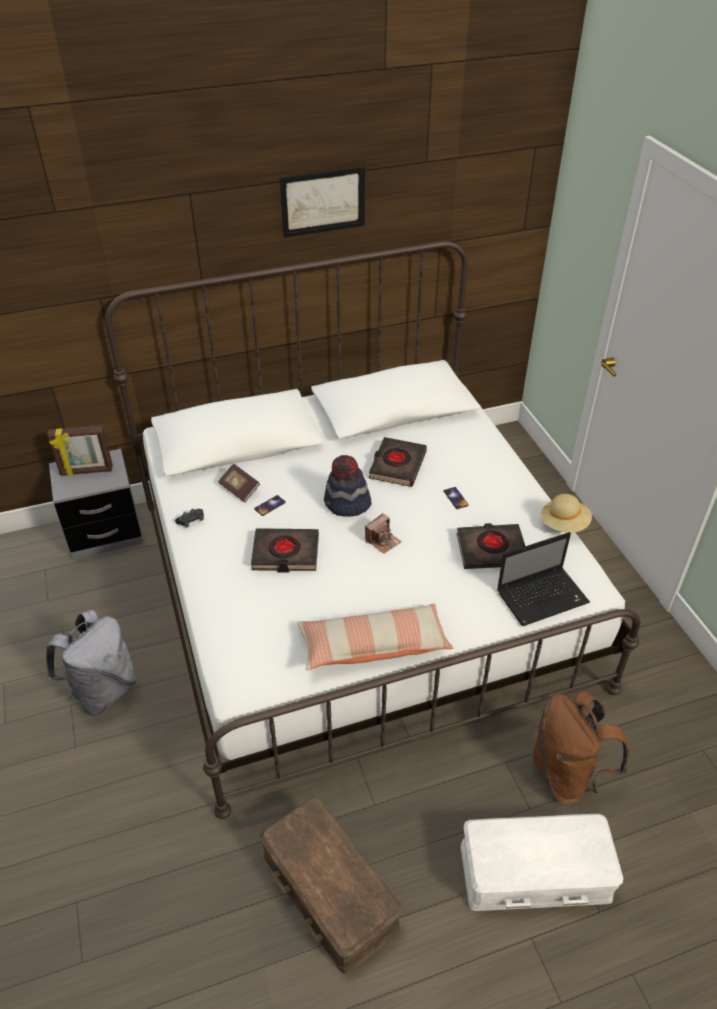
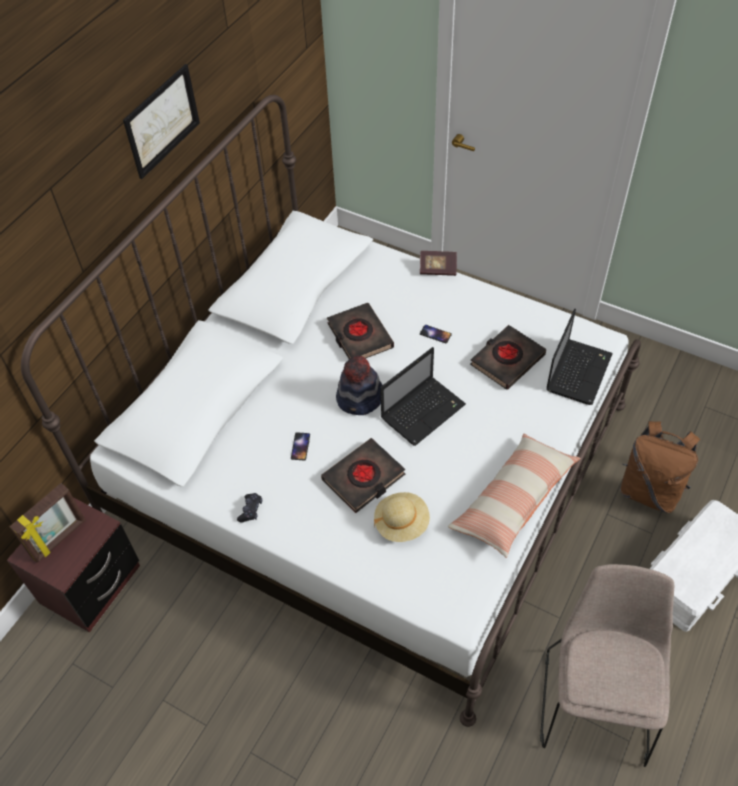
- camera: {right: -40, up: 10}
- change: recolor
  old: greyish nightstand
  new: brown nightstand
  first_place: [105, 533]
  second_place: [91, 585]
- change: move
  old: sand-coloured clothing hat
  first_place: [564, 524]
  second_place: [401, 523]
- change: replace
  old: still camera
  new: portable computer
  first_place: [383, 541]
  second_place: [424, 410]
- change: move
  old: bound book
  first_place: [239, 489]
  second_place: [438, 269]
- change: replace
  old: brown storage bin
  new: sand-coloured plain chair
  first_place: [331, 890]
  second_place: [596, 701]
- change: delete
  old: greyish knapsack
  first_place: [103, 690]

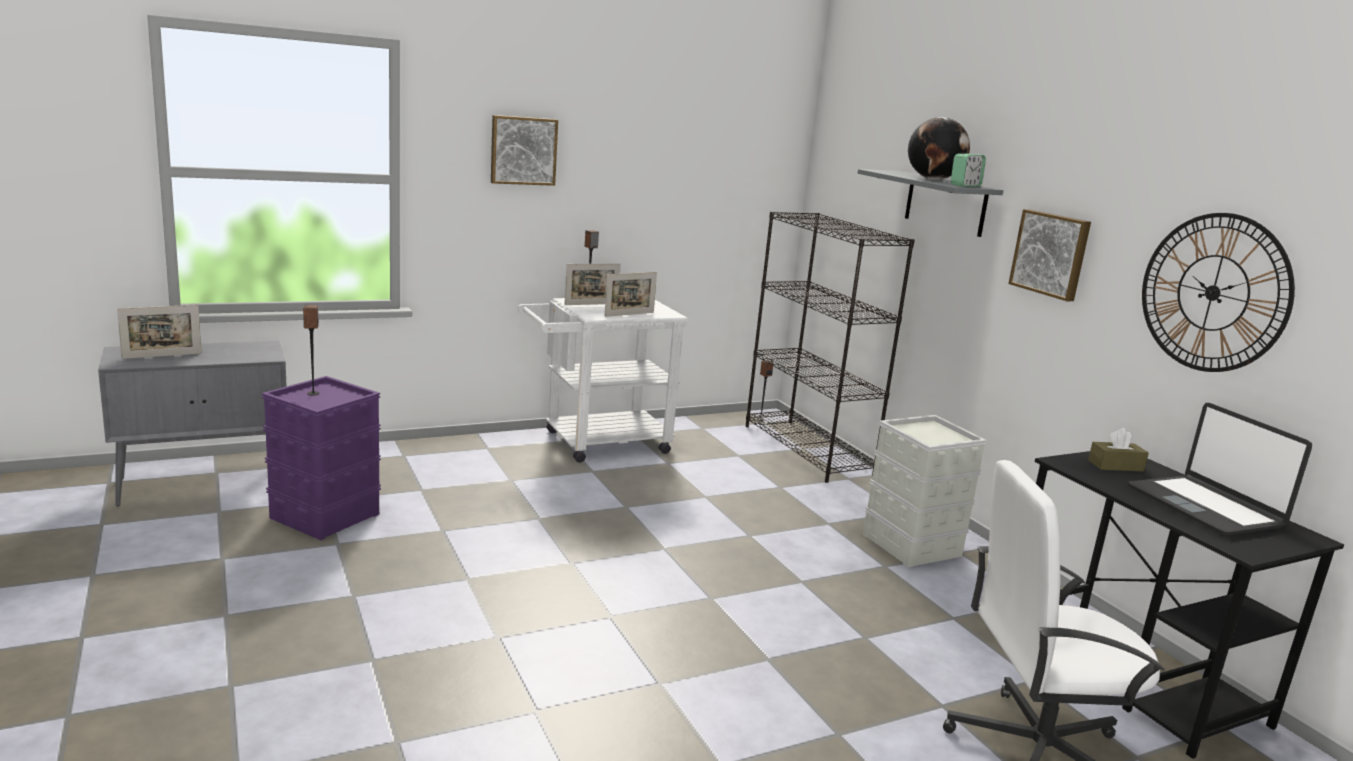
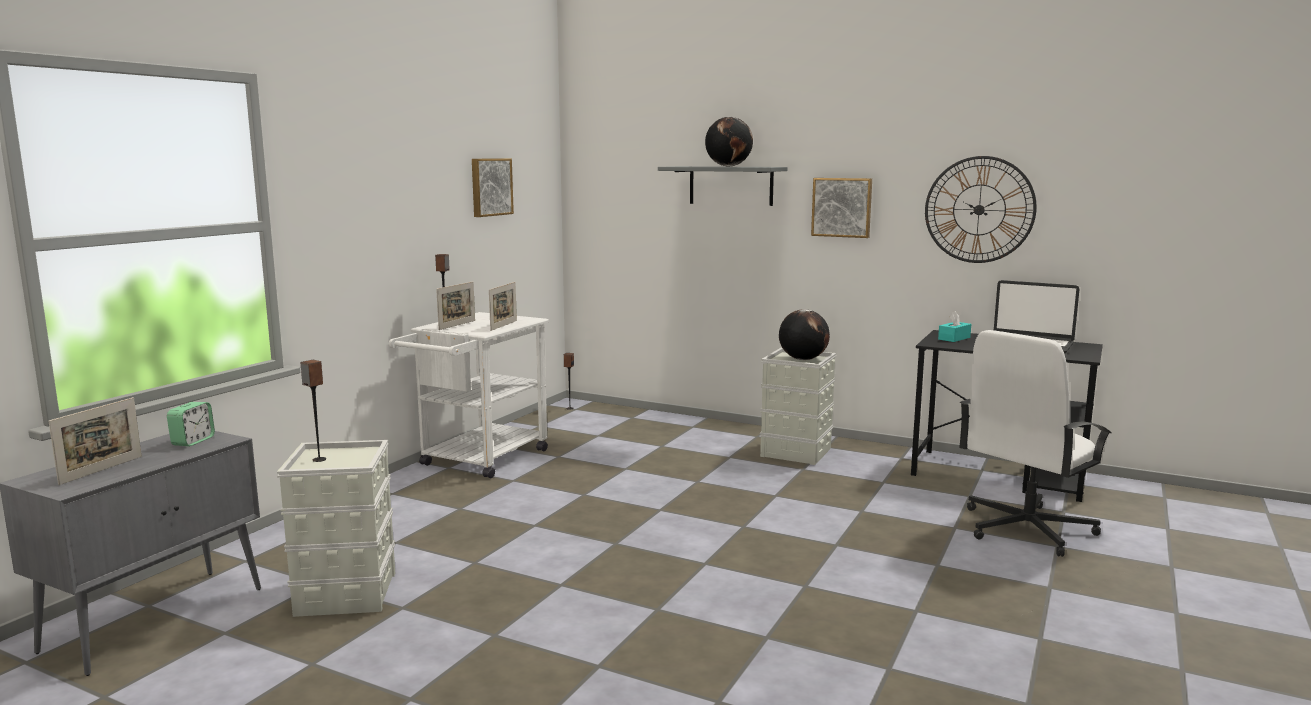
- camera: {right: -35, up: -5}
- change: move
  old: alarm clock
  first_place: [965, 185]
  second_place: [193, 441]
- change: recolor
  old: purple-coloured storage bin
  new: greyish storage bin
  first_place: [325, 515]
  second_place: [345, 593]
- change: move
  old: wall art
  first_place: [523, 150]
  second_place: [490, 187]
- change: insert
  new: desk globe
  second_place: [802, 359]
- change: recolor
  old: brown tissue holder
  new: turquoise-coloured tissue holder
  first_place: [1115, 465]
  second_place: [954, 338]
- change: delete
  old: black-coloured bookcase
  first_place: [808, 450]

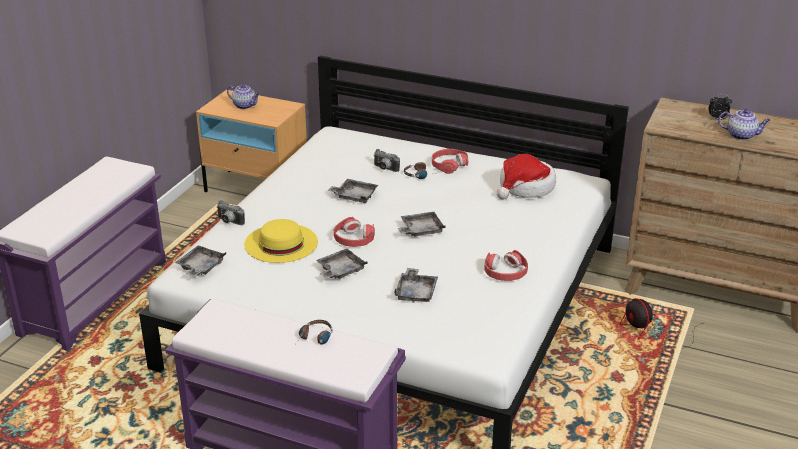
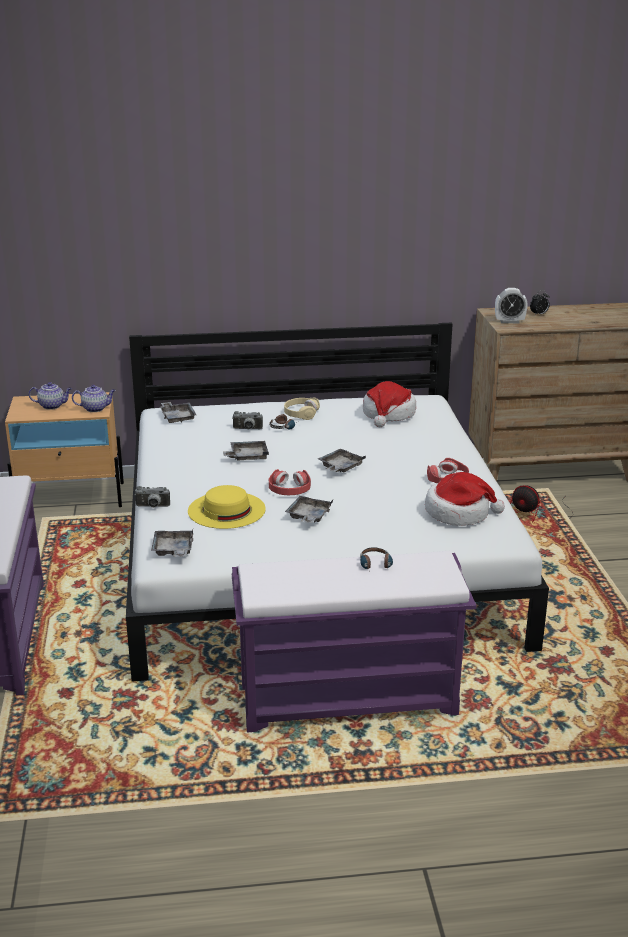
- camera: {right: -30, up: -5}
- change: move
  old: pot for tea
  first_place: [742, 135]
  second_place: [95, 408]
- change: move
  old: greyish carrying tray
  first_place: [416, 292]
  second_place: [177, 417]
- change: recolor
  old: red-coloured headset
  new: sand-coloured headset
  first_place: [449, 165]
  second_place: [301, 413]
- change: insert
  new: clothing hat
  second_place: [459, 513]
- change: insert
  new: alarm clock
  second_place: [509, 321]

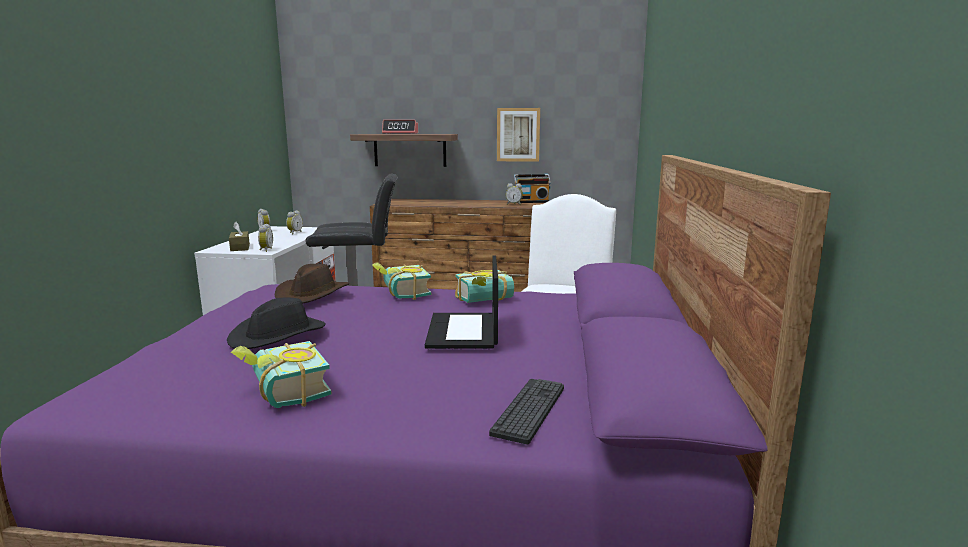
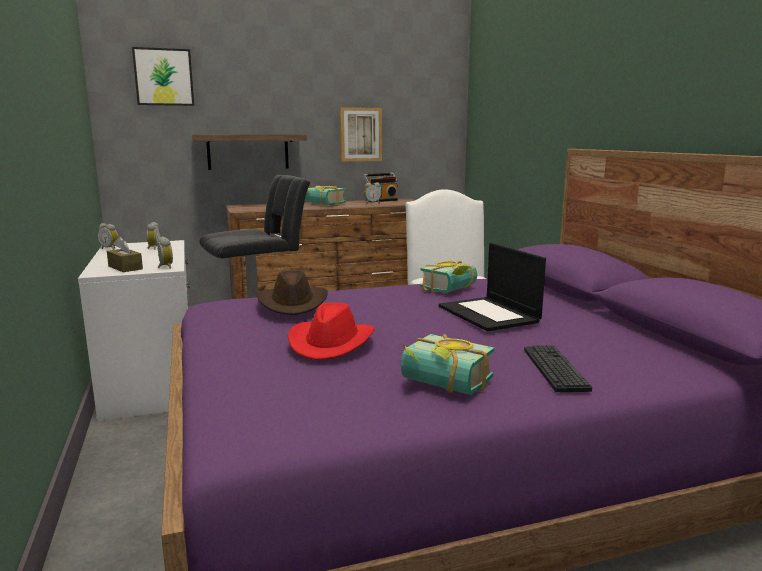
- camera: {right: -25, up: 0}
- change: insert
  new: wall art
  second_place: [164, 77]
- change: recolor
  old: black-coloured clothing hat
  new: red-coloured clothing hat
  first_place: [278, 335]
  second_place: [331, 343]
- change: move
  old: bound book
  first_place: [401, 294]
  second_place: [322, 205]
- change: move
  old: keyboard
  first_place: [529, 410]
  second_place: [555, 369]
- change: delete
  old: alarm clock
  first_place: [401, 133]

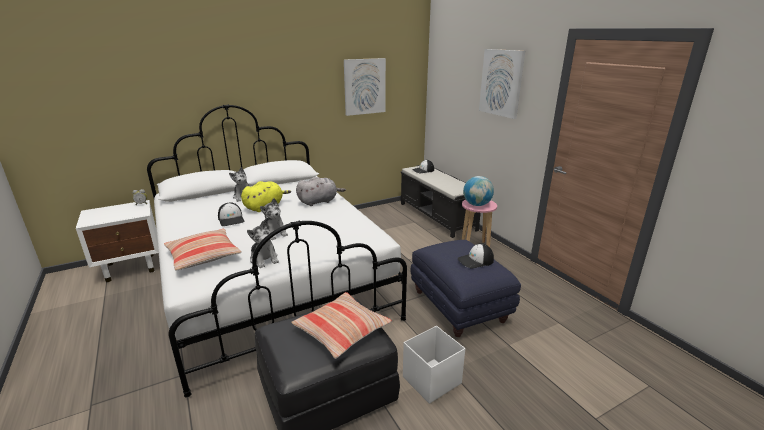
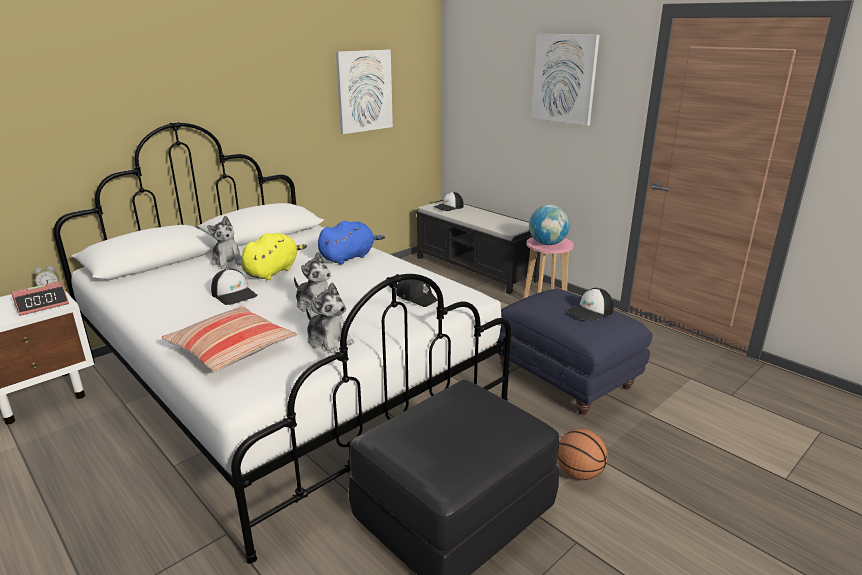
- camera: {right: -15, up: 0}
- change: insert
  new: alarm clock
  second_place: [42, 304]
- change: recolor
  old: greyish soft toy
  new: bluish soft toy
  first_place: [319, 201]
  second_place: [349, 257]
- change: insert
  new: black-coloured peaked cap
  second_place: [417, 297]
- change: replace
  old: white storage bin
  new: basketball
  first_place: [431, 380]
  second_place: [579, 473]
- change: delete
  old: cushion
  first_place: [342, 330]

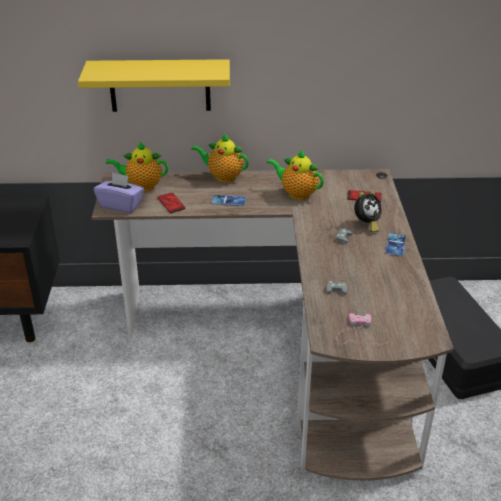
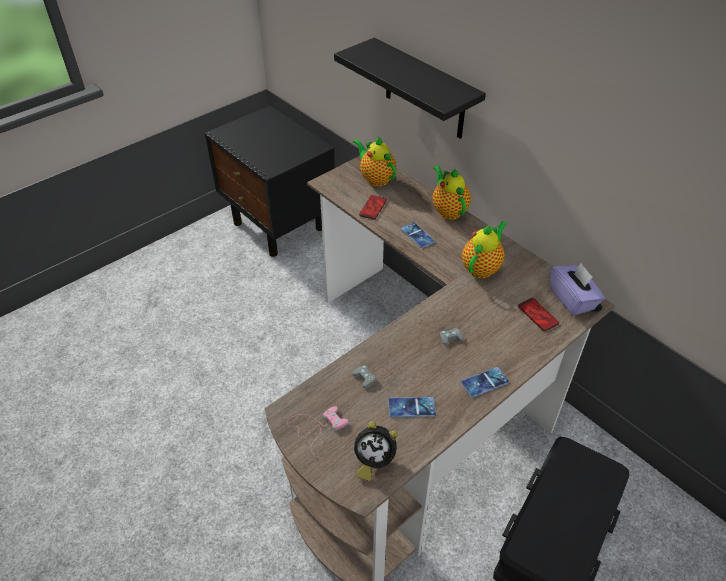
- camera: {right: 50, up: 10}
- change: recolor
  old: yellow-coloured bracket shelf
  new: black-coloured bracket shelf
  first_place: [160, 85]
  second_place: [424, 90]
- change: move
  old: alarm clock
  first_place: [366, 225]
  second_place: [373, 461]
- change: insert
  new: handset
  second_place: [411, 407]
- change: rotate
  old: pot for tea
  first_place: [296, 193]
  second_place: [482, 268]
  degrees: 45
- change: move
  old: purple-coloured tissue holder
  first_place: [121, 205]
  second_place: [572, 299]

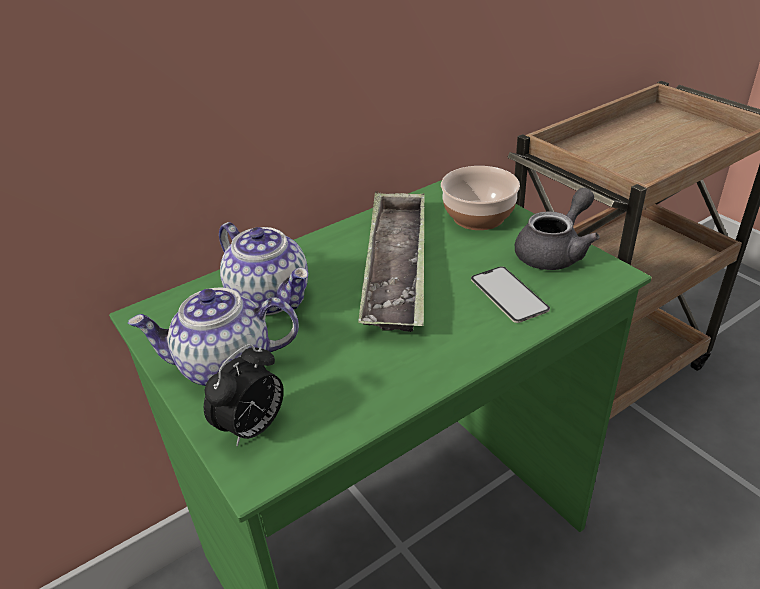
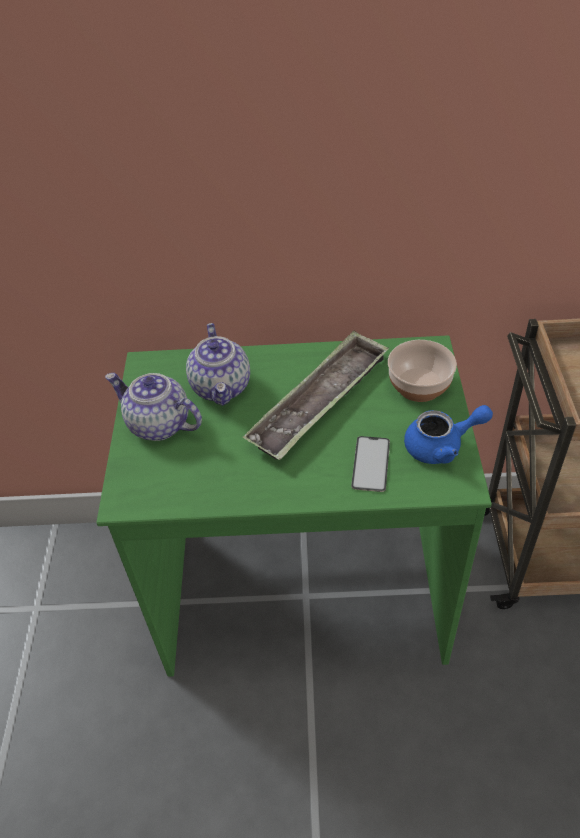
- camera: {right: 35, up: 10}
- change: recolor
  old: greyish pot for tea
  new: bluish pot for tea
  first_place: [555, 252]
  second_place: [441, 446]
- change: delete
  old: alarm clock
  first_place: [252, 428]

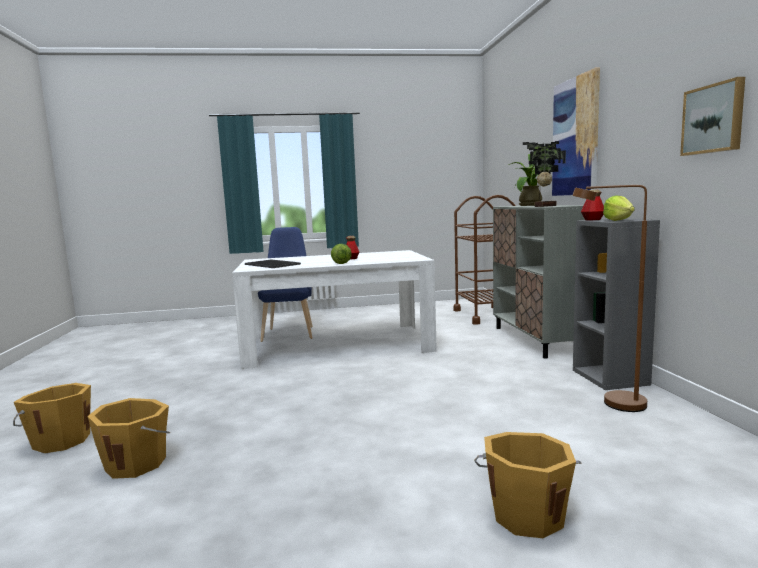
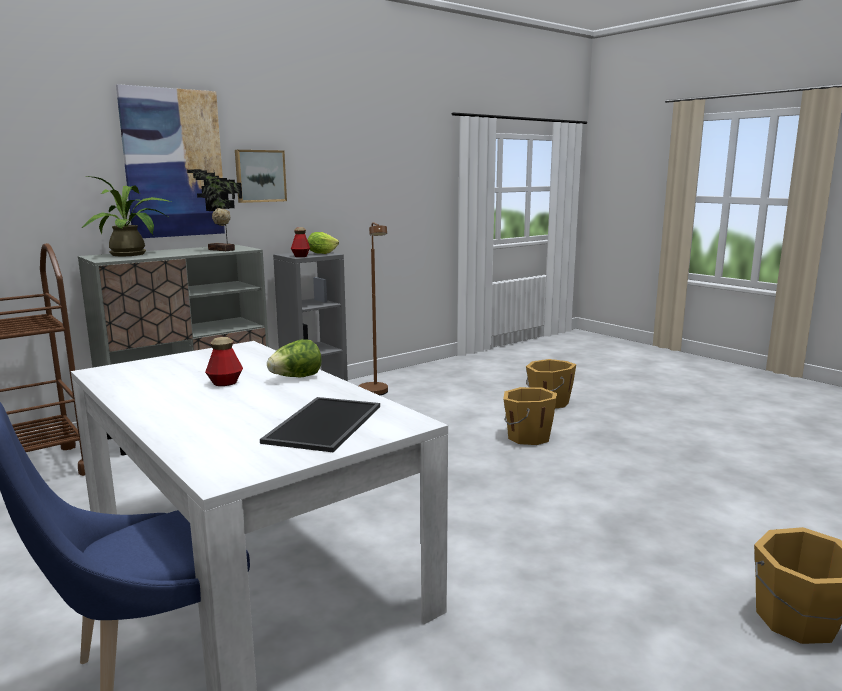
- camera: {right: -120, up: 5}
- change: move
  old: wall art
  first_place: [714, 119]
  second_place: [260, 176]
- change: move
  old: orange-coloured water bucket
  first_place: [137, 463]
  second_place: [527, 437]

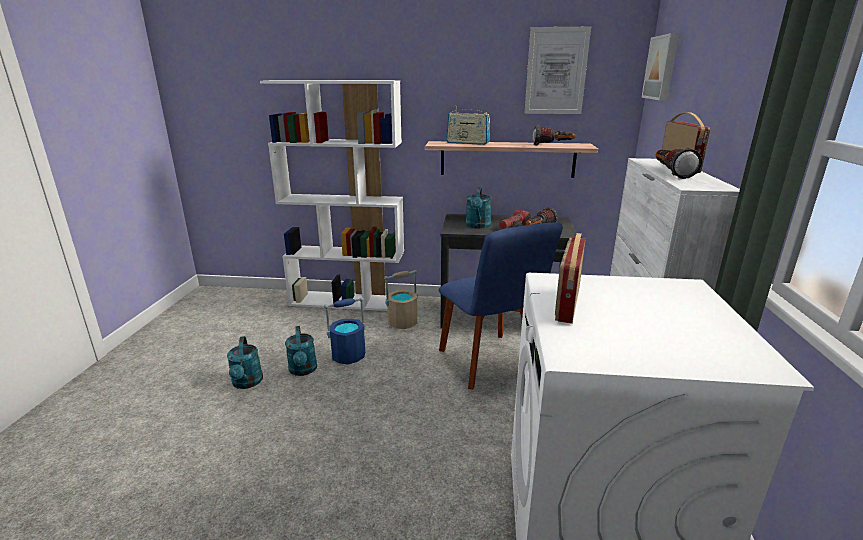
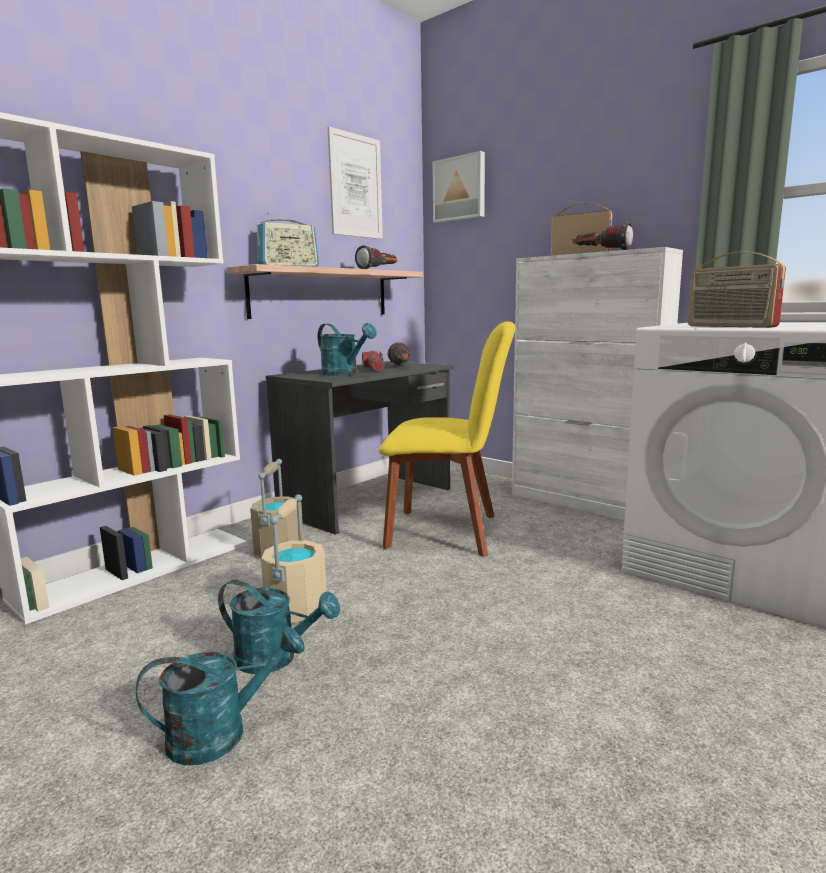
- camera: {right: -55, up: -10}
- change: rotate
  old: turquoise-coloured watering pot
  first_place: [247, 383]
  second_place: [221, 733]
  degrees: -45
- change: recolor
  old: bluish water bucket
  new: sand-coloured water bucket
  first_place: [349, 355]
  second_place: [297, 609]
- change: recolor
  old: bluish plain chair
  new: yellow-coloured plain chair
  first_place: [490, 362]
  second_place: [449, 532]

